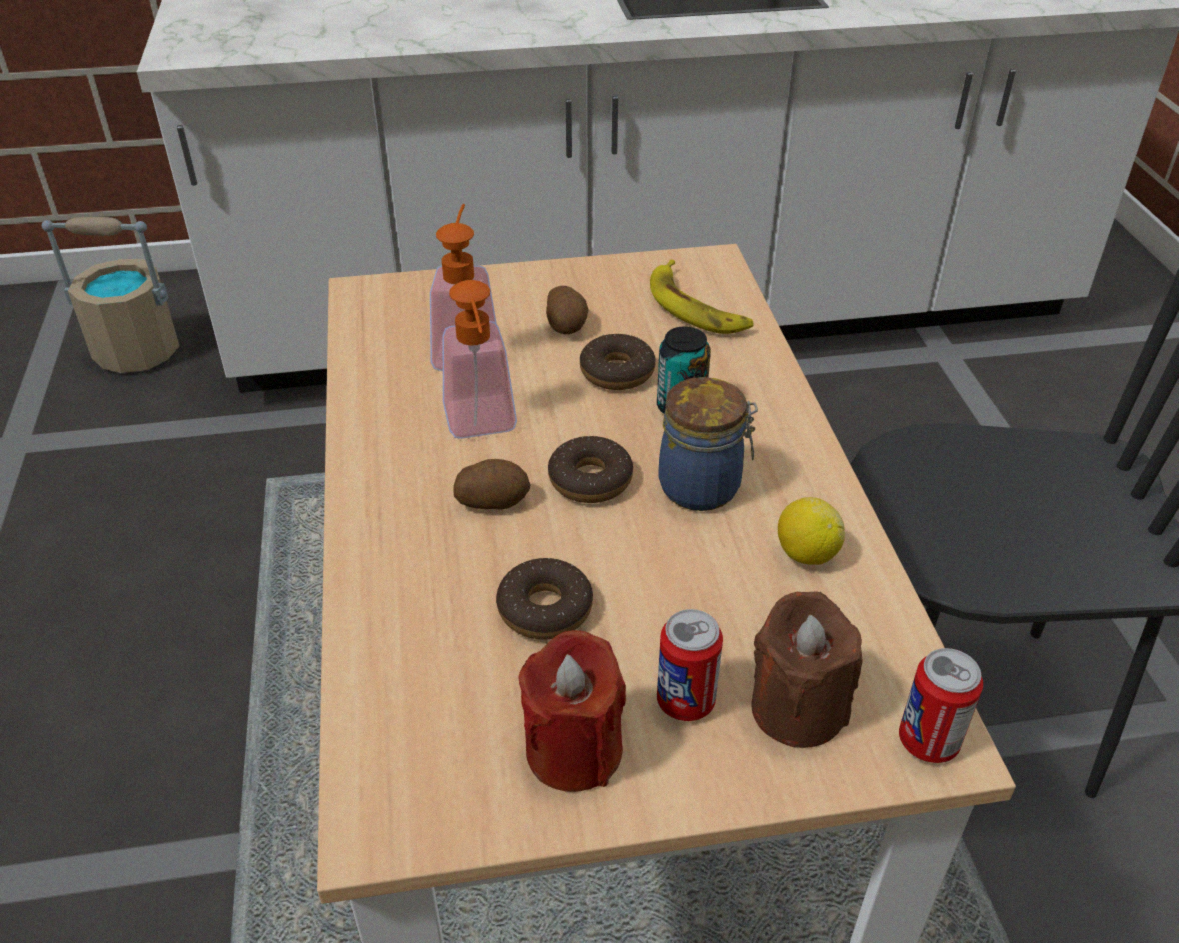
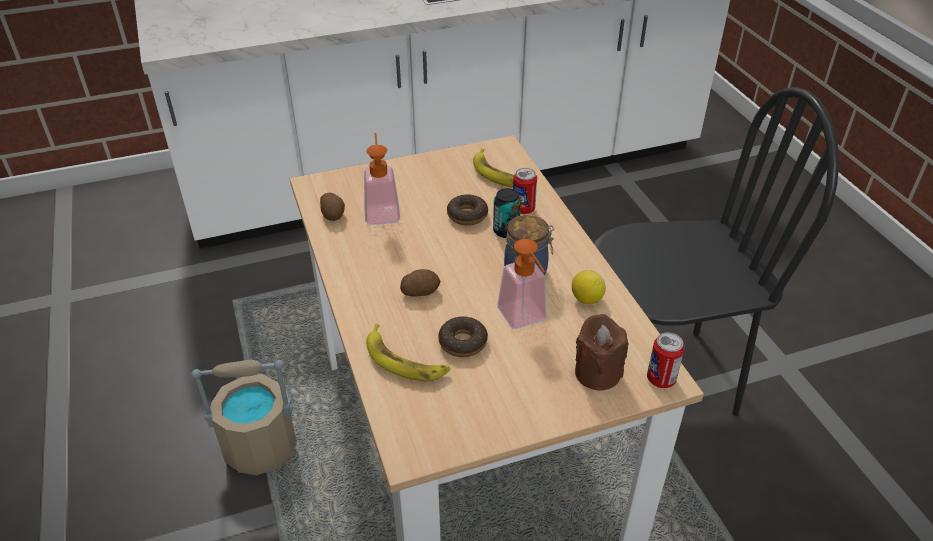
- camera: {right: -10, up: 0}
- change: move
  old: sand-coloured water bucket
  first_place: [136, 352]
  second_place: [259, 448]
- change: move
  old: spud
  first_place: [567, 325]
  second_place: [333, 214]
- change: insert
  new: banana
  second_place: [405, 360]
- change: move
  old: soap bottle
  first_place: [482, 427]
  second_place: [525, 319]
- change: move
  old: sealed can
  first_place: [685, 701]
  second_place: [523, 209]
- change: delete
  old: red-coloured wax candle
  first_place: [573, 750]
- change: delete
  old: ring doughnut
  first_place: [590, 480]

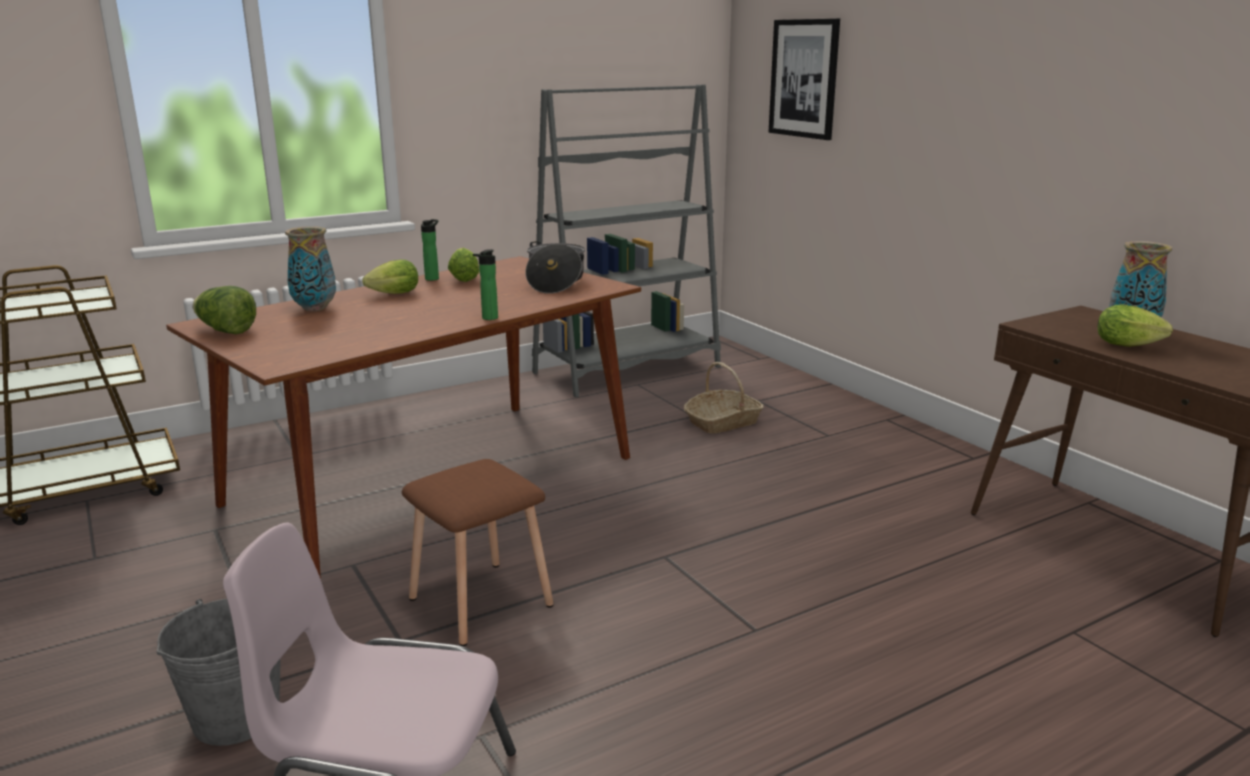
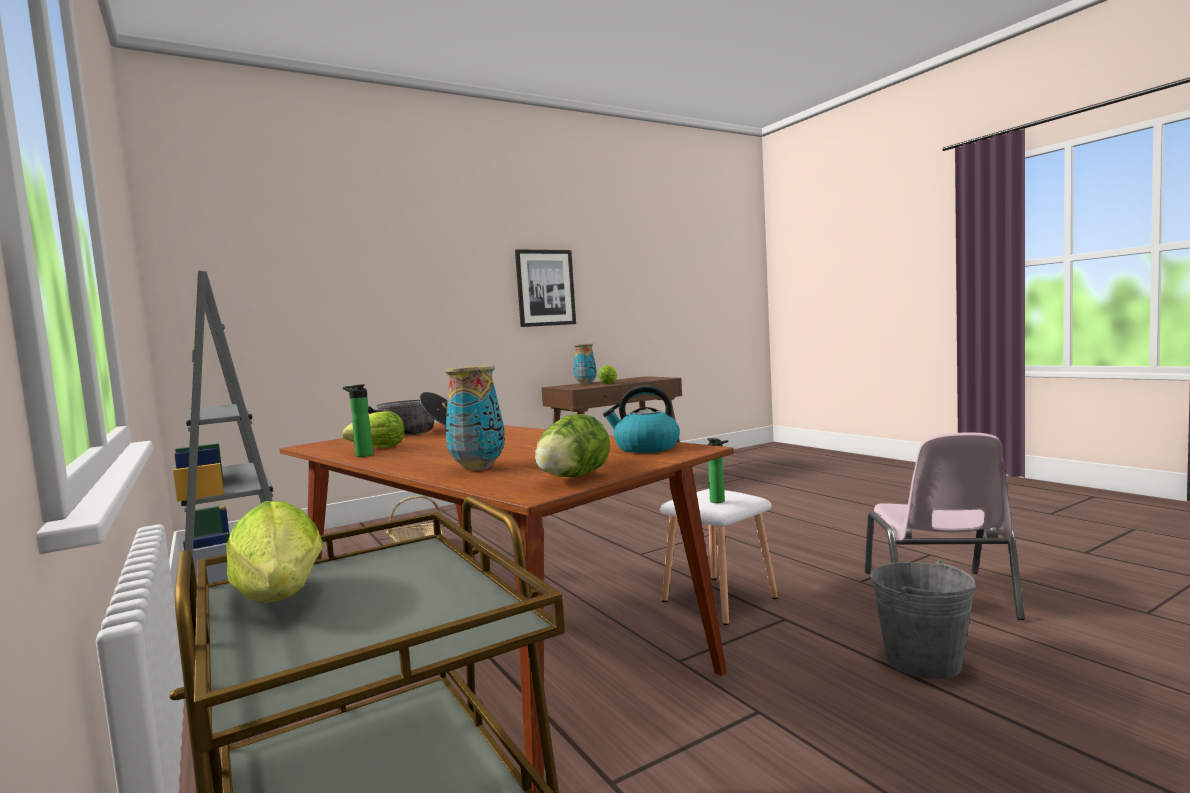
- camera: {right: -90, up: -15}
- change: move
  old: lettuce head
  first_place: [391, 294]
  second_place: [282, 601]
- change: move
  old: wall art
  first_place: [804, 78]
  second_place: [545, 288]
- change: insert
  new: kettle
  second_place: [645, 448]
- change: recolor
  old: brown sitting stool
  new: white sitting stool
  first_place: [479, 603]
  second_place: [721, 599]
- change: move
  old: bottle
  first_place: [488, 318]
  second_place: [719, 501]

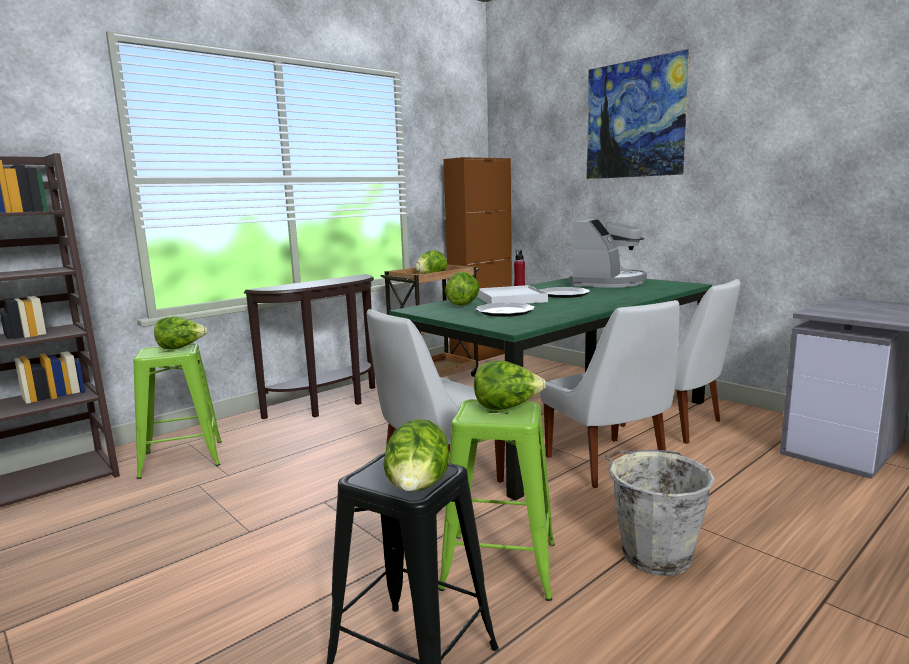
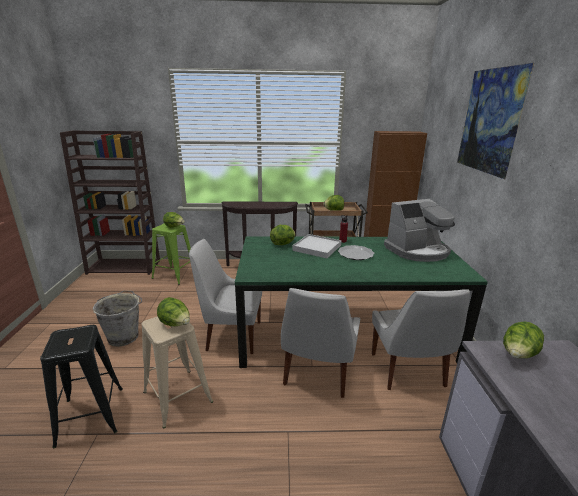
- camera: {right: 40, up: 10}
- change: move
  old: greyish water bucket
  first_place: [654, 554]
  second_place: [124, 336]
- change: recolor
  old: greenish sitting stool
  new: sand-coloured sitting stool
  first_place: [500, 566]
  second_place: [177, 397]
- change: move
  old: lettuce head
  first_place: [418, 490]
  second_place: [518, 355]
- change: delete
  old: flat dish
  first_place: [504, 312]

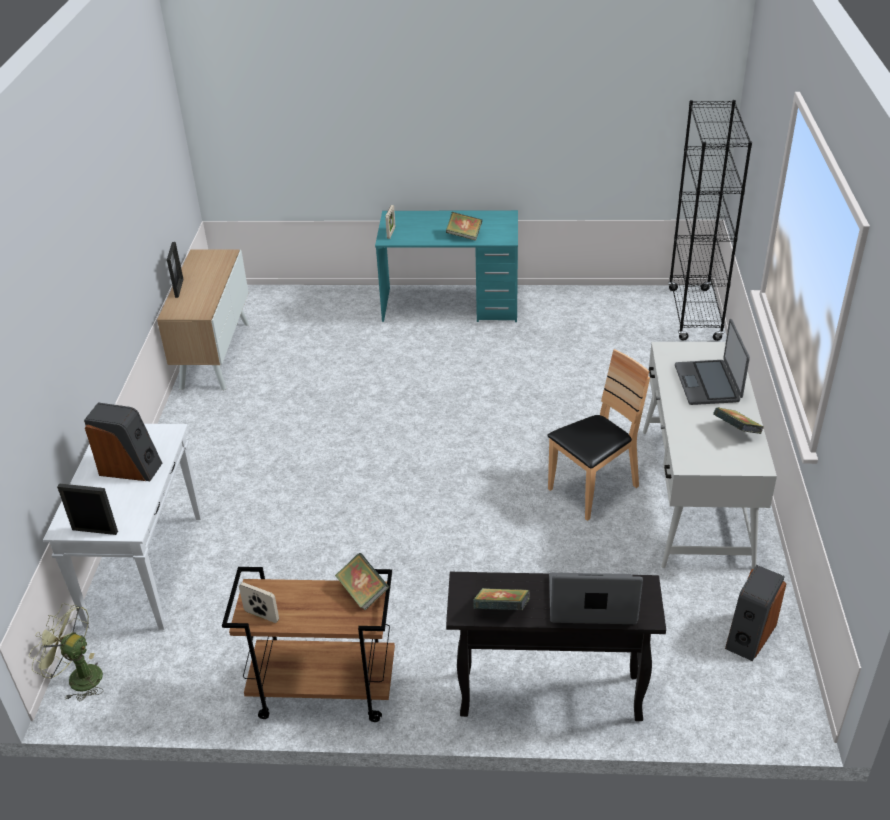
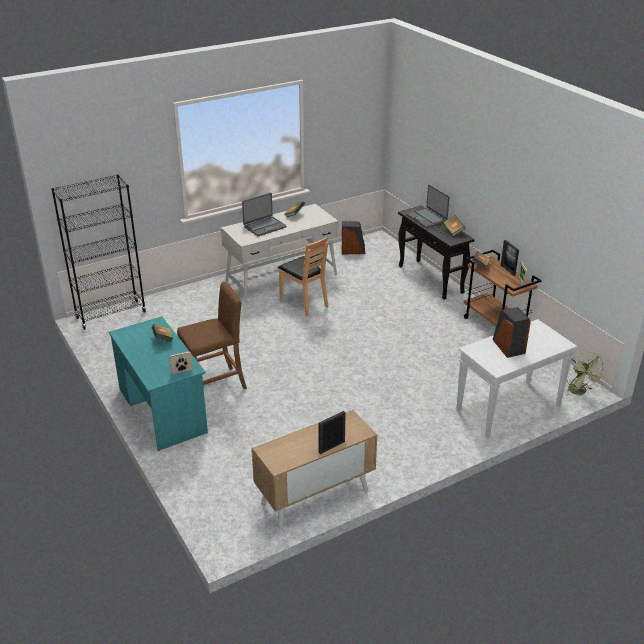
- camera: {right: -125, up: -5}
- change: insert
  new: brown sitting stool
  second_place: [215, 385]
- change: rotate
  old: brown plain chair
  first_place: [593, 489]
  second_place: [304, 303]
  degrees: -150
- change: move
  old: picture frame
  first_place: [95, 530]
  second_place: [507, 270]

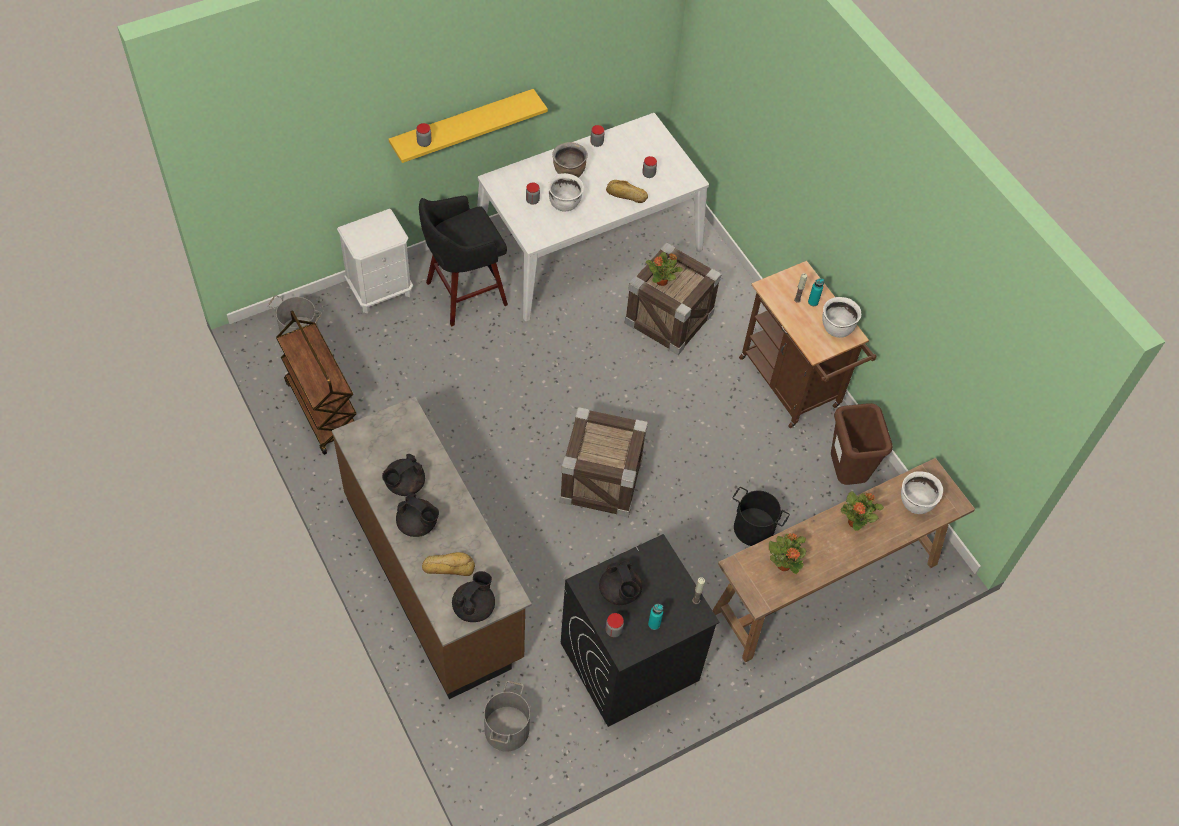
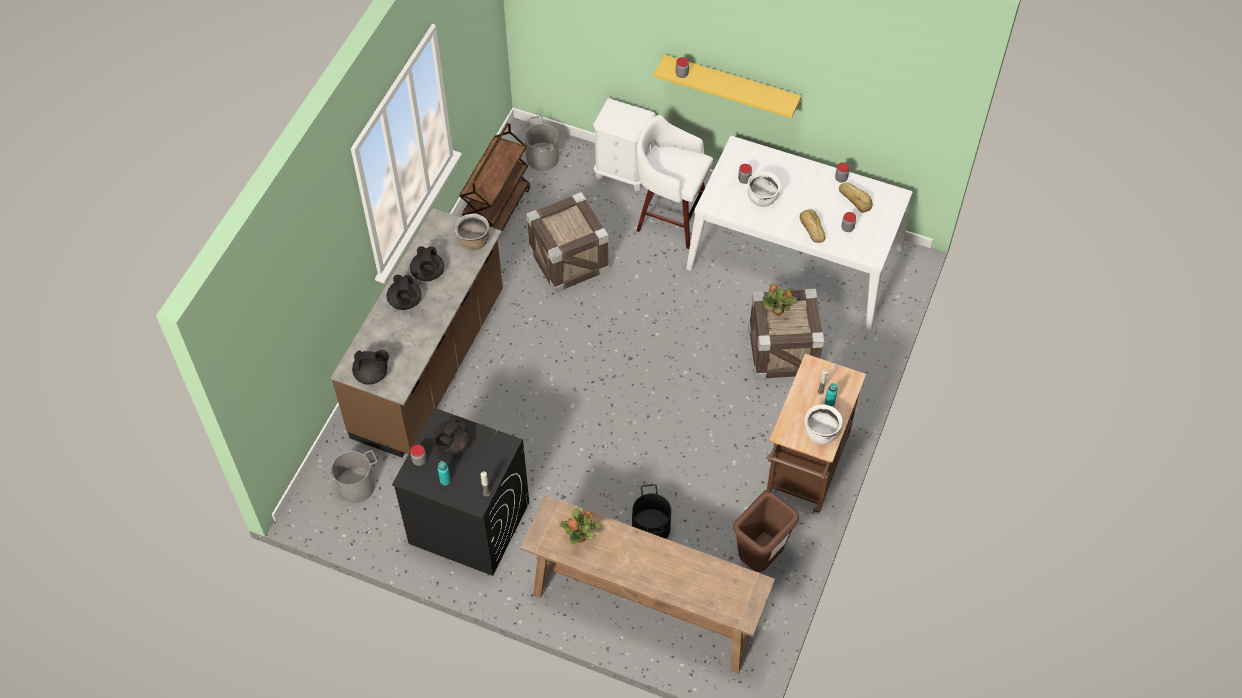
- camera: {right: 55, up: 0}
- change: rotate
  old: black-coloured pot for tea
  first_place: [404, 484]
  second_place: [428, 274]
  degrees: -105
- change: move
  old: brown saucepot
  first_place: [569, 172]
  second_place: [473, 242]
- change: move
  old: crate
  first_place: [601, 480]
  second_place: [568, 261]
- change: recolor
  old: black-coloured sitting stool
  new: white sitting stool
  first_place: [463, 294]
  second_place: [670, 218]
- change: move
  old: bakery bread
  first_place: [448, 566]
  second_place: [855, 199]
- change: delete
  old: houseplant
  first_place: [855, 522]
- change: delete
  old: white saucepot
  first_place: [915, 503]

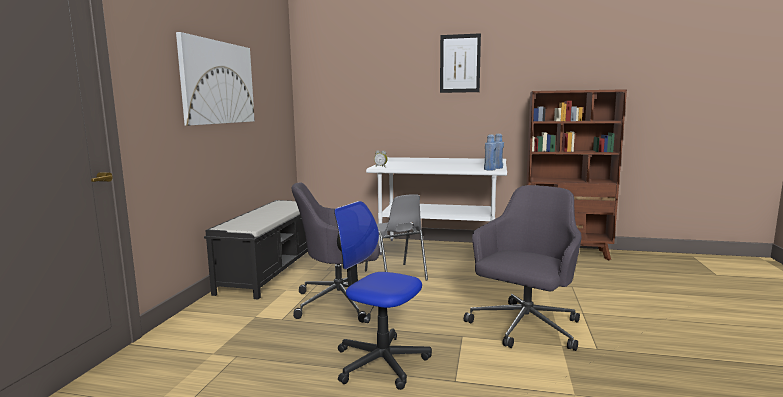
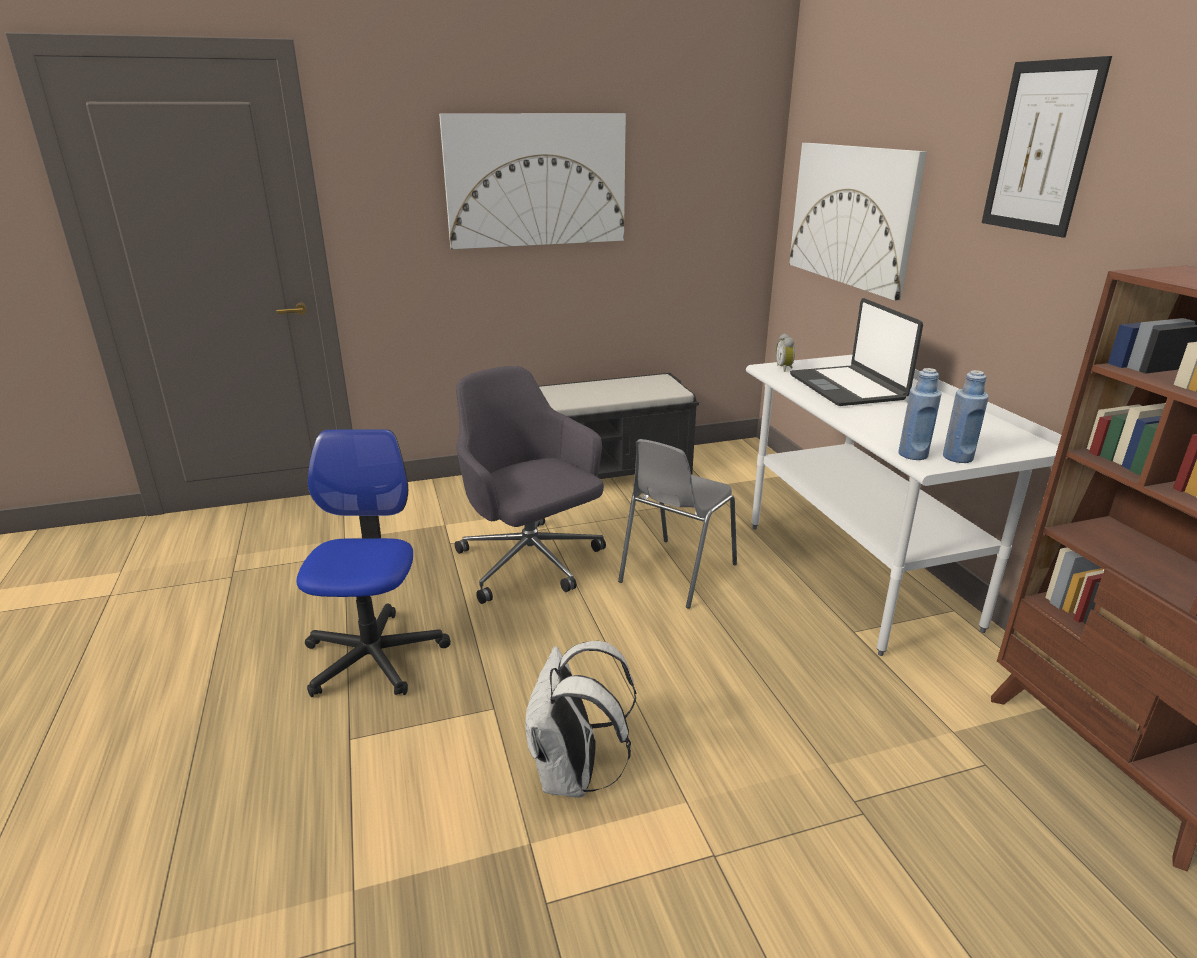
- camera: {right: 60, up: 15}
- change: replace
  old: greyish office chair
  new: white knapsack
  first_place: [524, 328]
  second_place: [573, 775]
- change: insert
  new: wall art
  second_place: [851, 215]
- change: insert
  new: portable computer
  second_place: [848, 387]

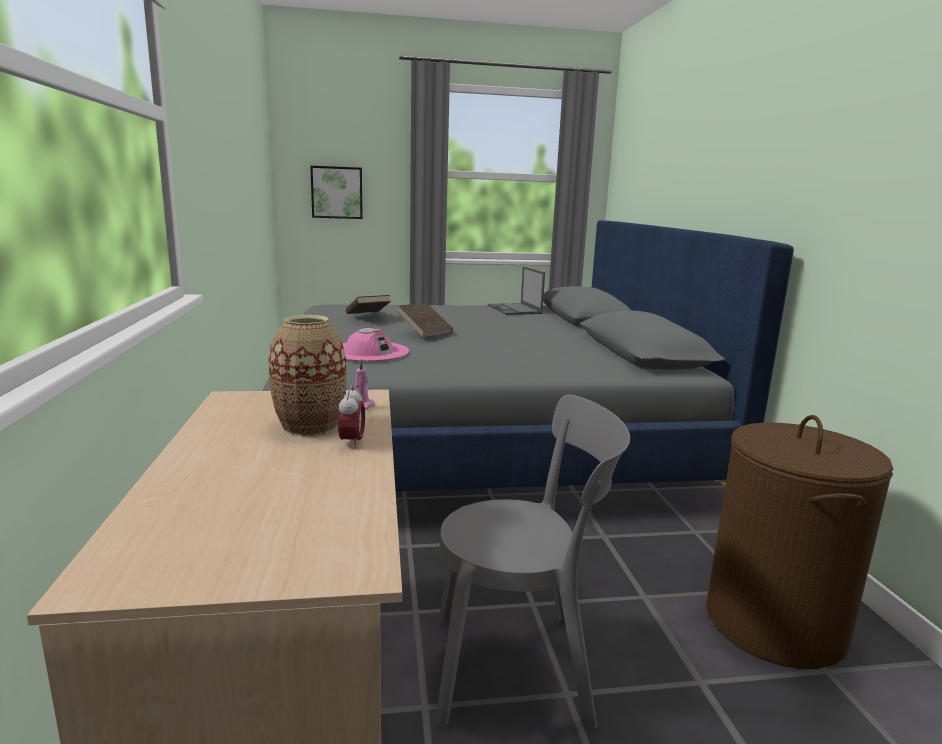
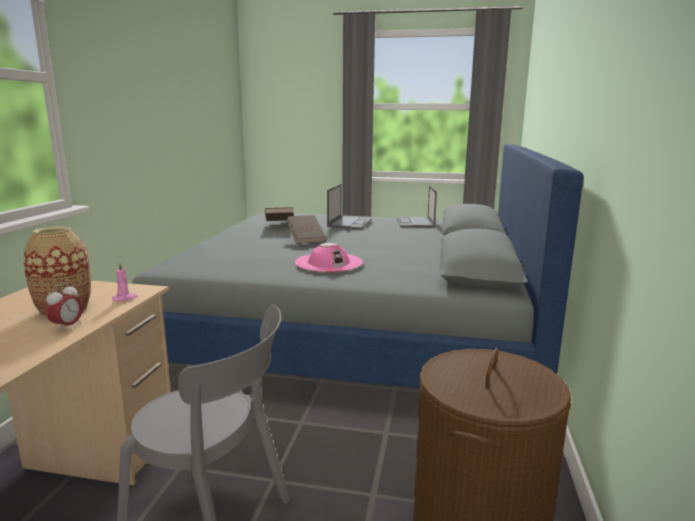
- camera: {right: 20, up: 0}
- change: move
  old: pink-coloured clothing hat
  first_place: [368, 352]
  second_place: [328, 263]
- change: insert
  new: portable computer
  second_place: [350, 223]
- change: delete
  old: wall art
  first_place: [337, 192]

